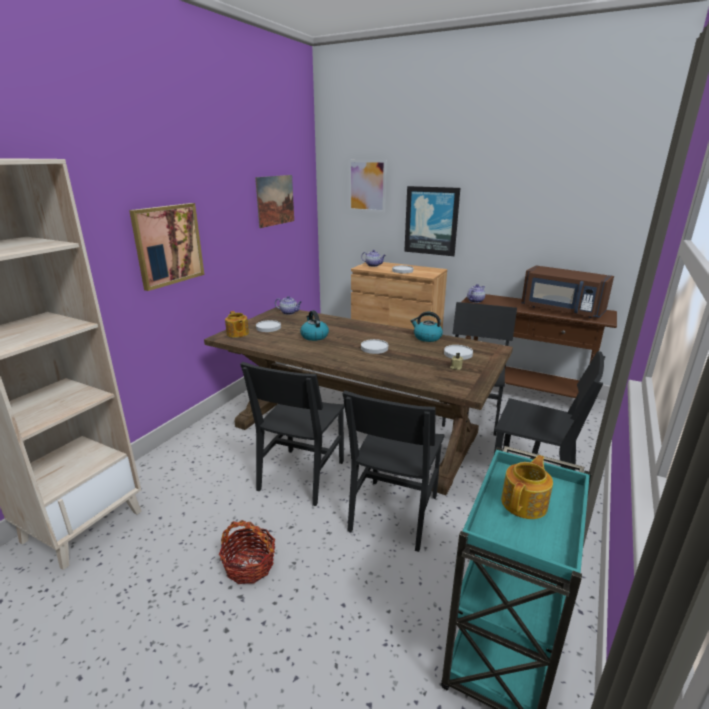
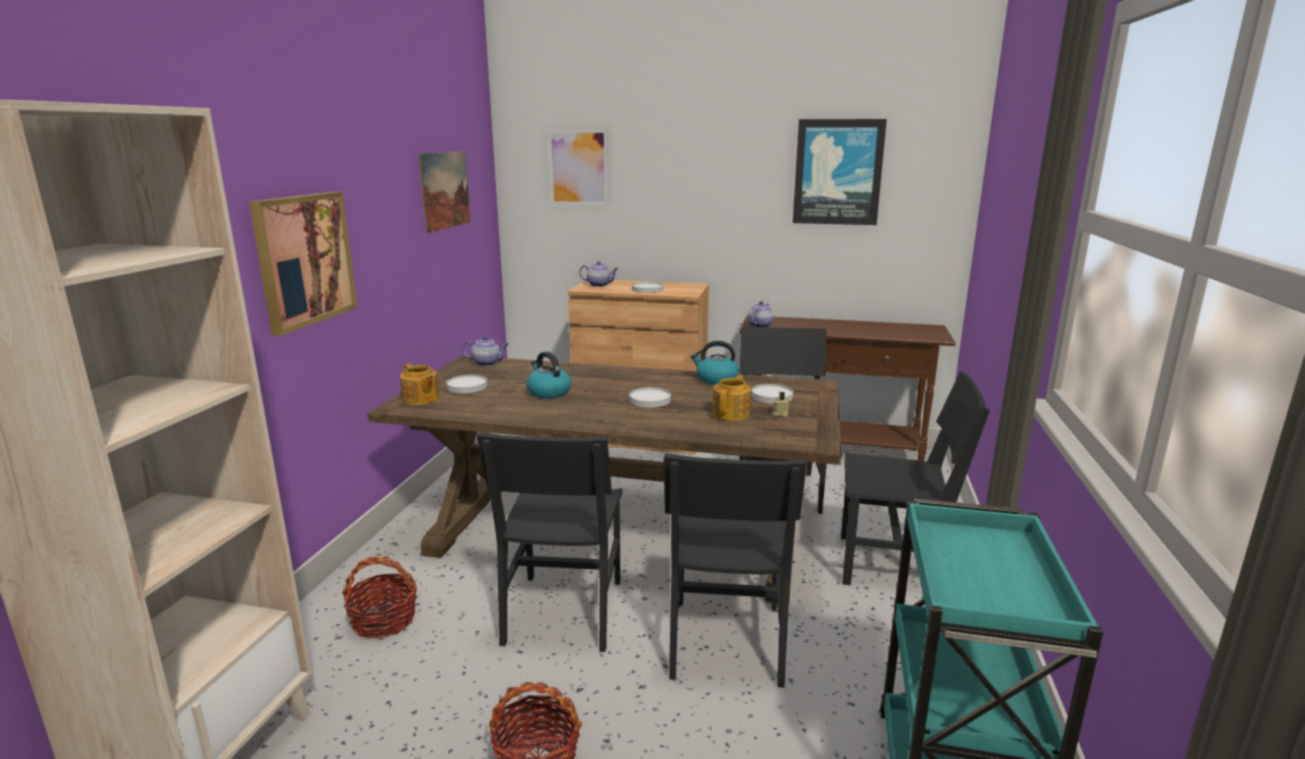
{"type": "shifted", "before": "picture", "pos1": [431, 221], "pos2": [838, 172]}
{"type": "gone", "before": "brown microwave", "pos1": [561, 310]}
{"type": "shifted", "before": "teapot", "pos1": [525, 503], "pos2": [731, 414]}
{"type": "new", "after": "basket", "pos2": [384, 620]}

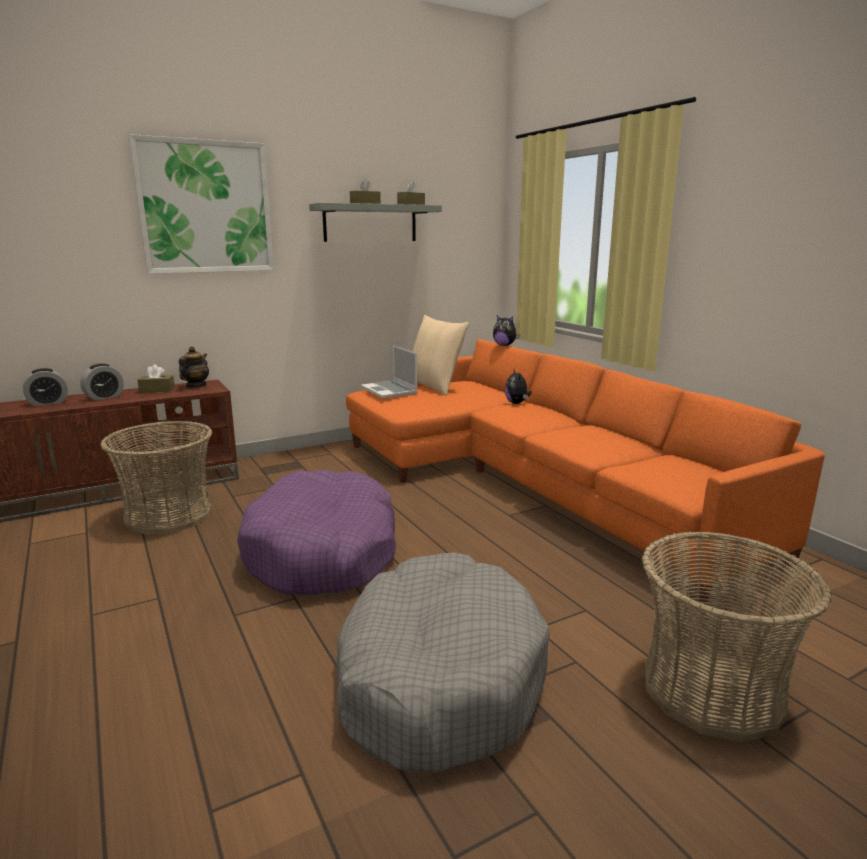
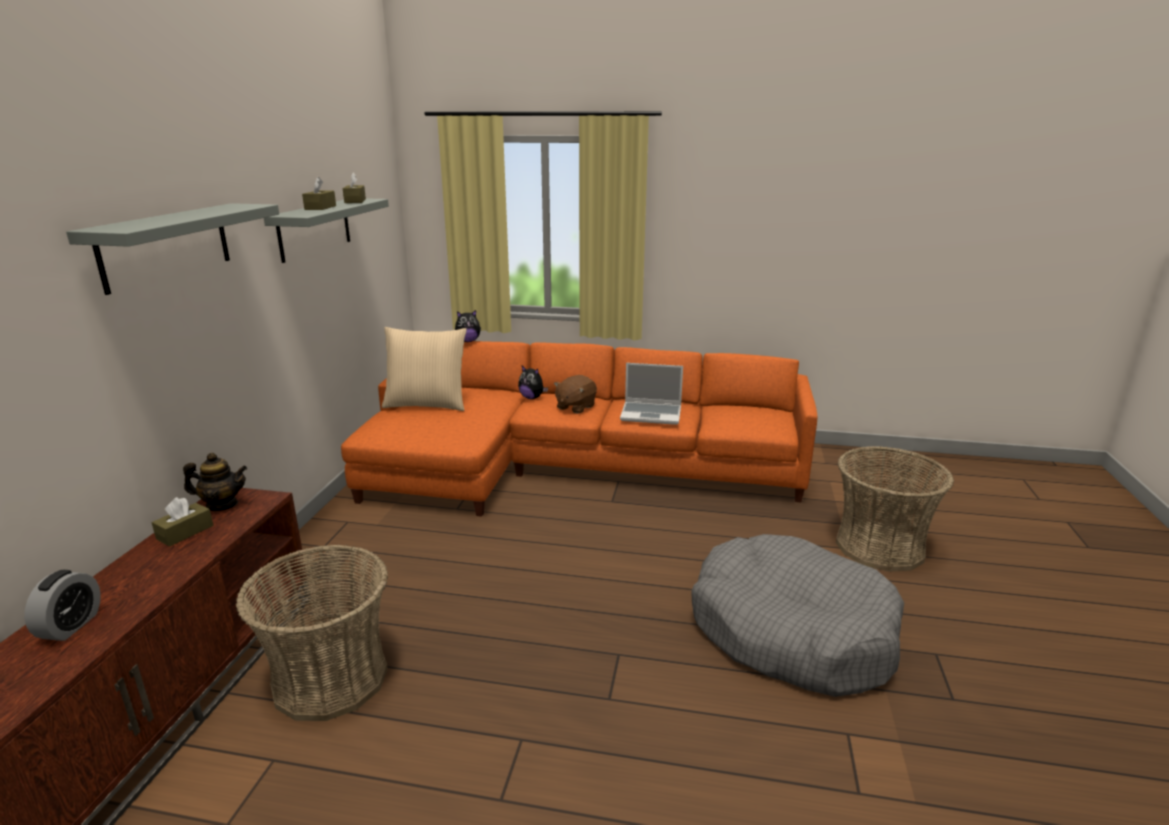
{"type": "swapped", "before": "picture", "after": "grey shelf", "pos1": [205, 207], "pos2": [166, 246]}
{"type": "shifted", "before": "laptop", "pos1": [390, 391], "pos2": [652, 414]}
{"type": "rotated", "before": "teapot", "pos1": [195, 386], "pos2": [222, 505], "turn": 120}
{"type": "gone", "before": "alarm clock", "pos1": [104, 397]}
{"type": "gone", "before": "purple dog bed", "pos1": [323, 552]}
{"type": "new", "after": "brown plush toy", "pos2": [575, 407]}

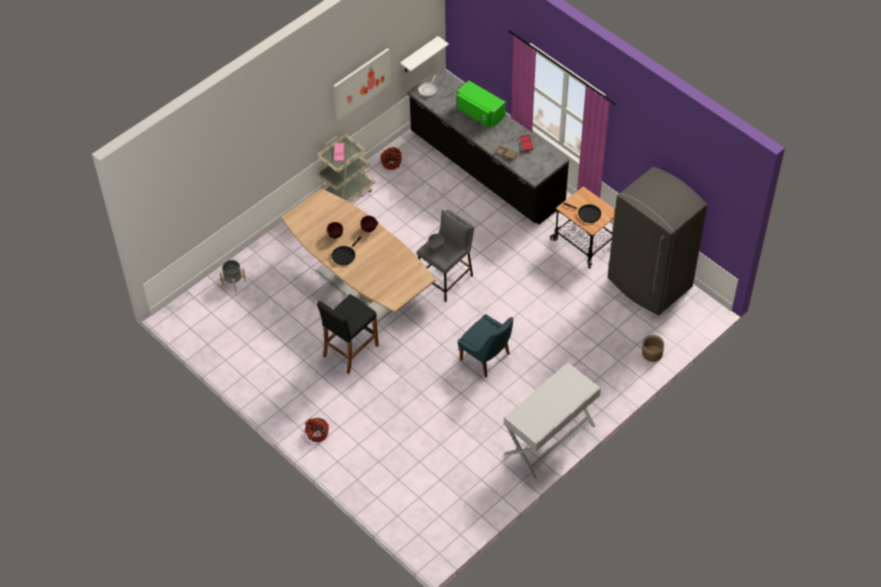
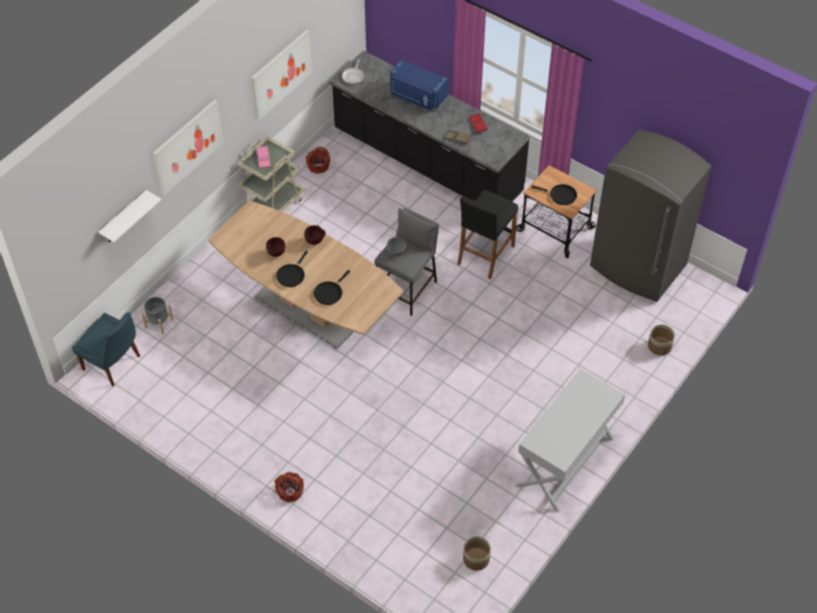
{"type": "shifted", "before": "white shelf", "pos1": [419, 55], "pos2": [124, 218]}
{"type": "repainted", "before": "green microwave", "after": "blue microwave", "pos1": [479, 113], "pos2": [417, 96]}
{"type": "shifted", "before": "black stool", "pos1": [350, 351], "pos2": [485, 255]}
{"type": "shifted", "before": "blue chair", "pos1": [486, 358], "pos2": [113, 364]}
{"type": "new", "after": "picture", "pos2": [187, 146]}
{"type": "new", "after": "black frying pan", "pos2": [329, 293]}
{"type": "new", "after": "planter", "pos2": [476, 559]}

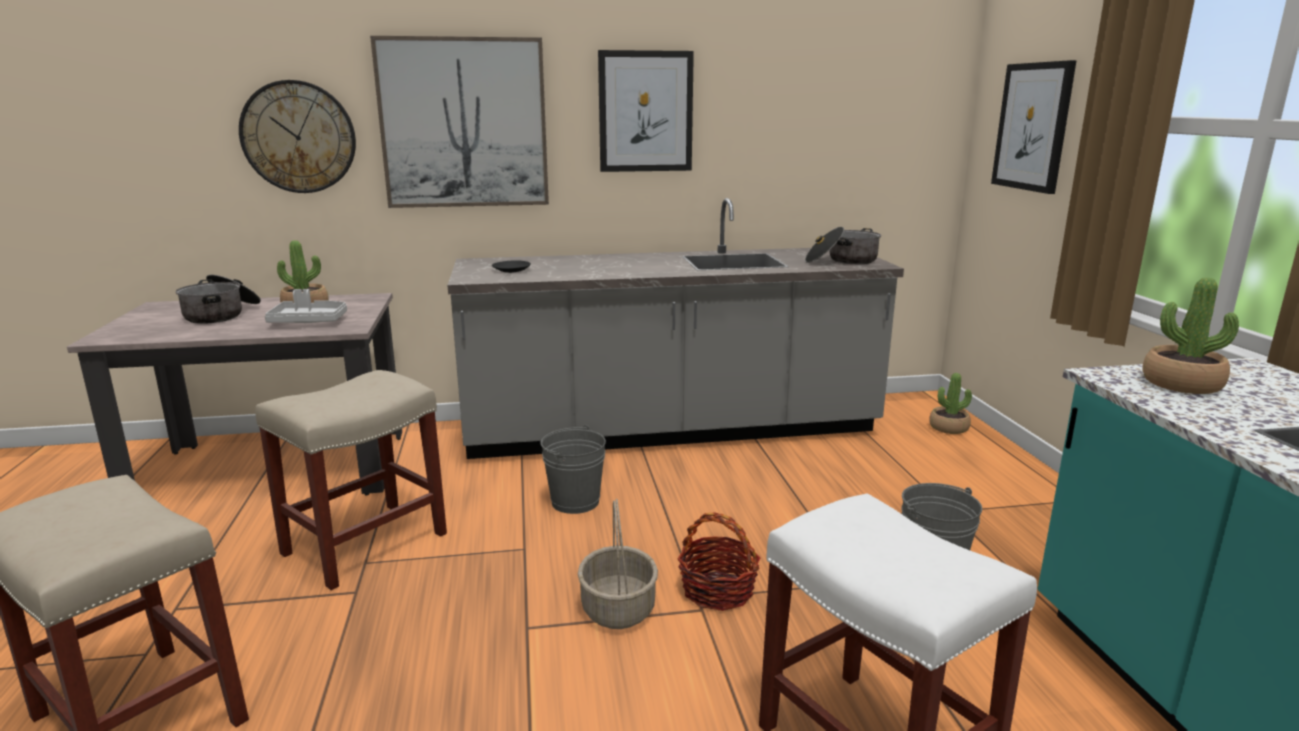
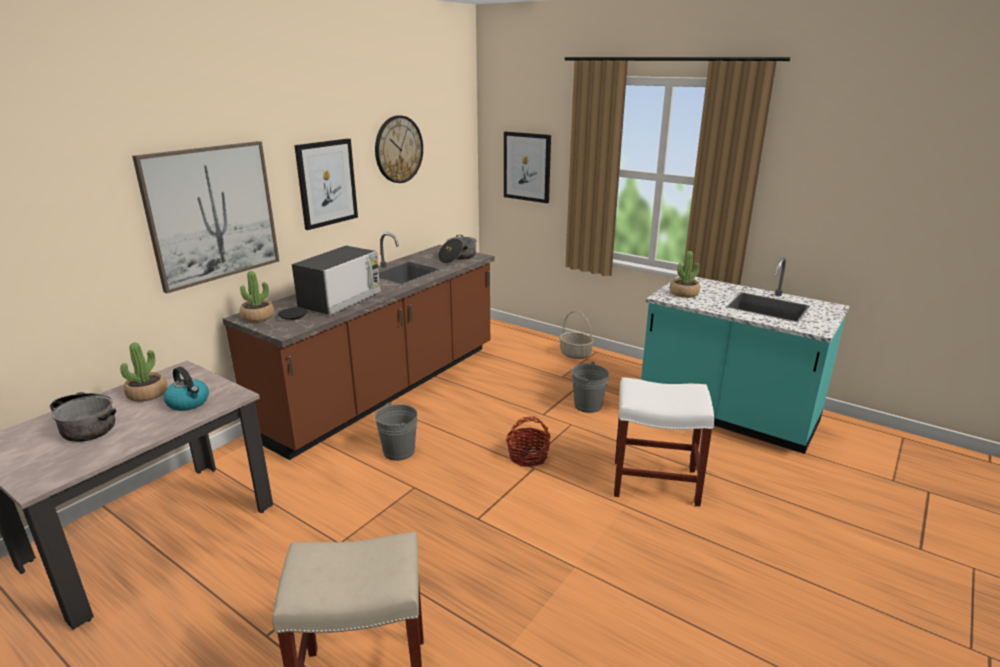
{"type": "shifted", "before": "wall clock", "pos1": [298, 137], "pos2": [398, 149]}
{"type": "repainted", "before": "grey counter", "after": "brown counter", "pos1": [671, 431], "pos2": [385, 389]}
{"type": "swapped", "before": "grey tray", "after": "kettle", "pos1": [309, 321], "pos2": [189, 403]}
{"type": "gone", "before": "beige stool", "pos1": [367, 542]}
{"type": "shifted", "before": "potted plant", "pos1": [948, 428], "pos2": [258, 317]}
{"type": "shifted", "before": "basket", "pos1": [619, 609], "pos2": [576, 354]}
{"type": "new", "after": "microwave", "pos2": [341, 300]}

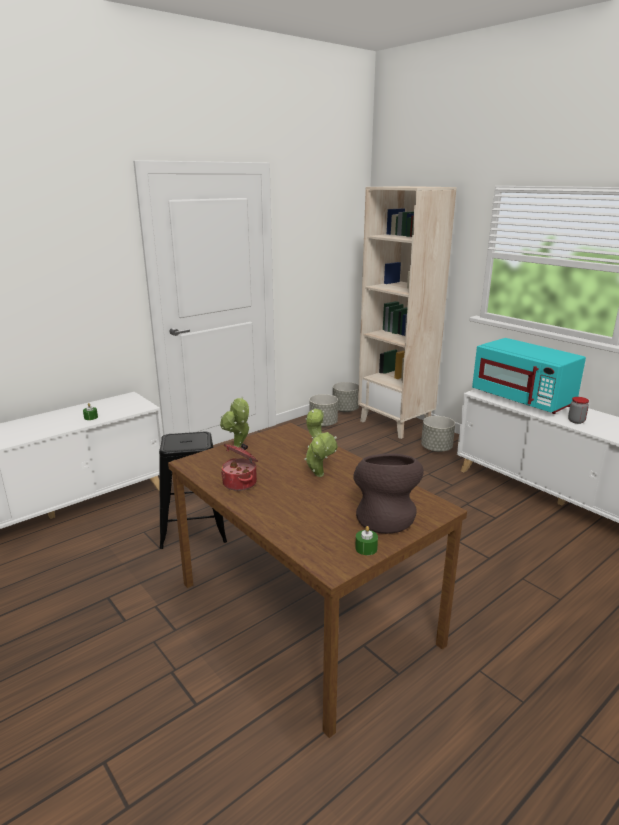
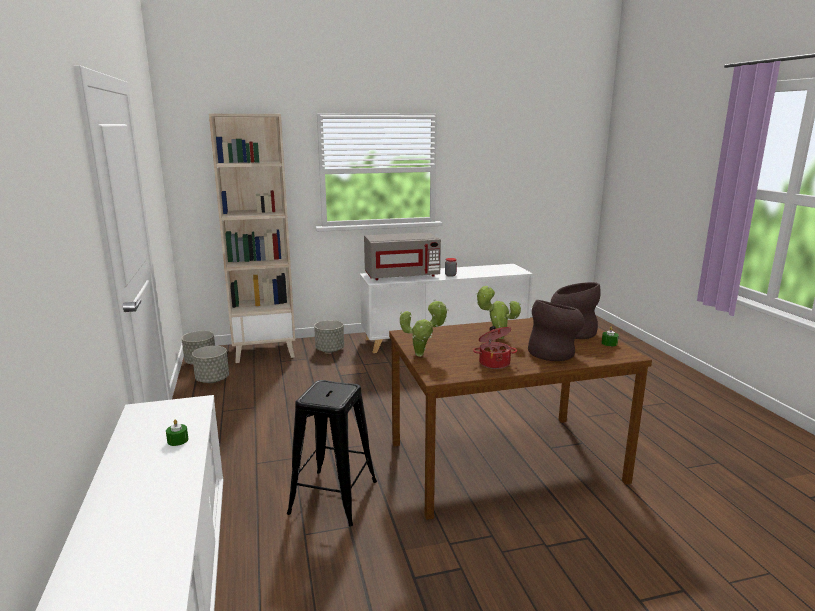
{"type": "repainted", "before": "turquoise microwave", "after": "grey microwave", "pos1": [523, 399], "pos2": [402, 276]}
{"type": "new", "after": "brown vase", "pos2": [554, 353]}

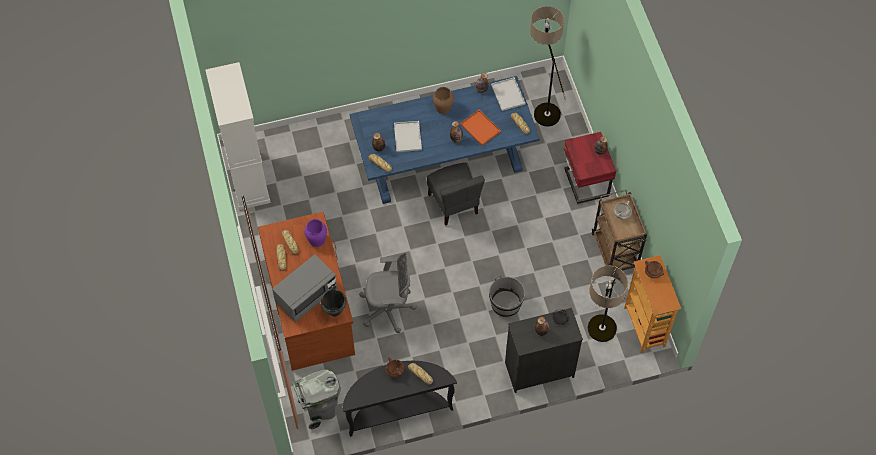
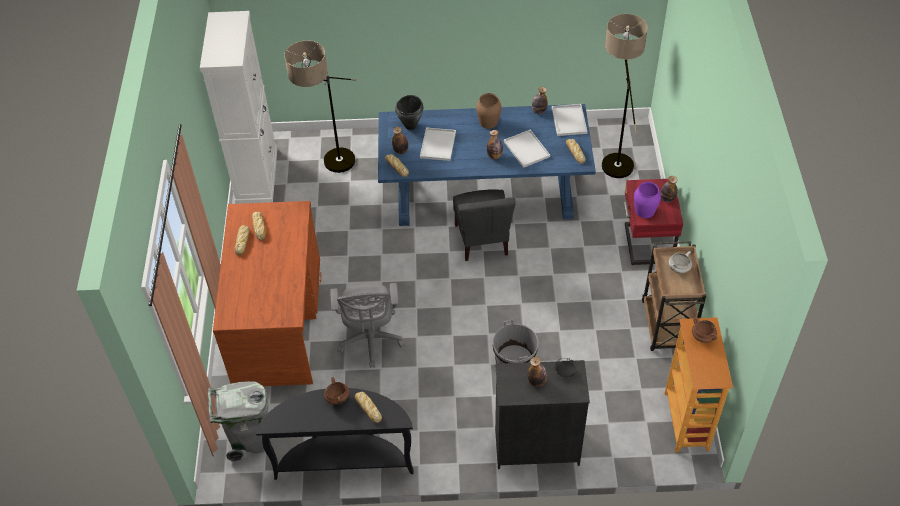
{"type": "repainted", "before": "orange tray", "after": "white tray", "pos1": [481, 128], "pos2": [527, 149]}
{"type": "shifted", "before": "purple vase", "pos1": [316, 239], "pos2": [644, 211]}
{"type": "rotated", "before": "grey office chair", "pos1": [389, 309], "pos2": [370, 340], "turn": 75}
{"type": "gone", "before": "grey microwave", "pos1": [306, 295]}
{"type": "shifted", "before": "floor lamp", "pos1": [597, 338], "pos2": [331, 168]}
{"type": "shifted", "before": "black cooking pot", "pos1": [335, 311], "pos2": [410, 126]}

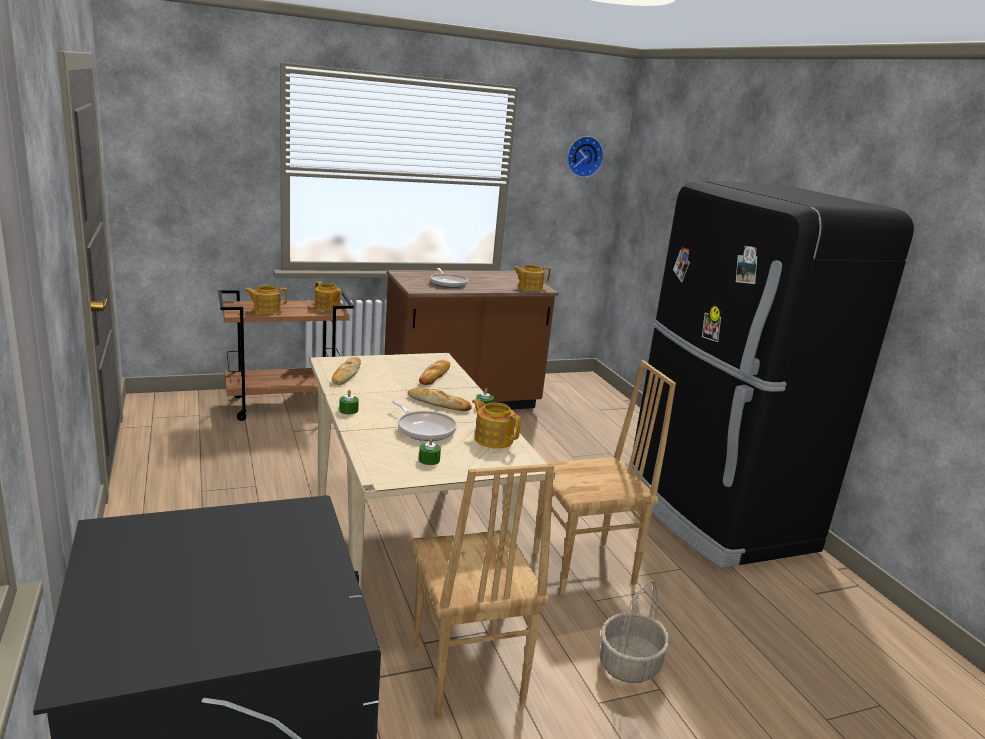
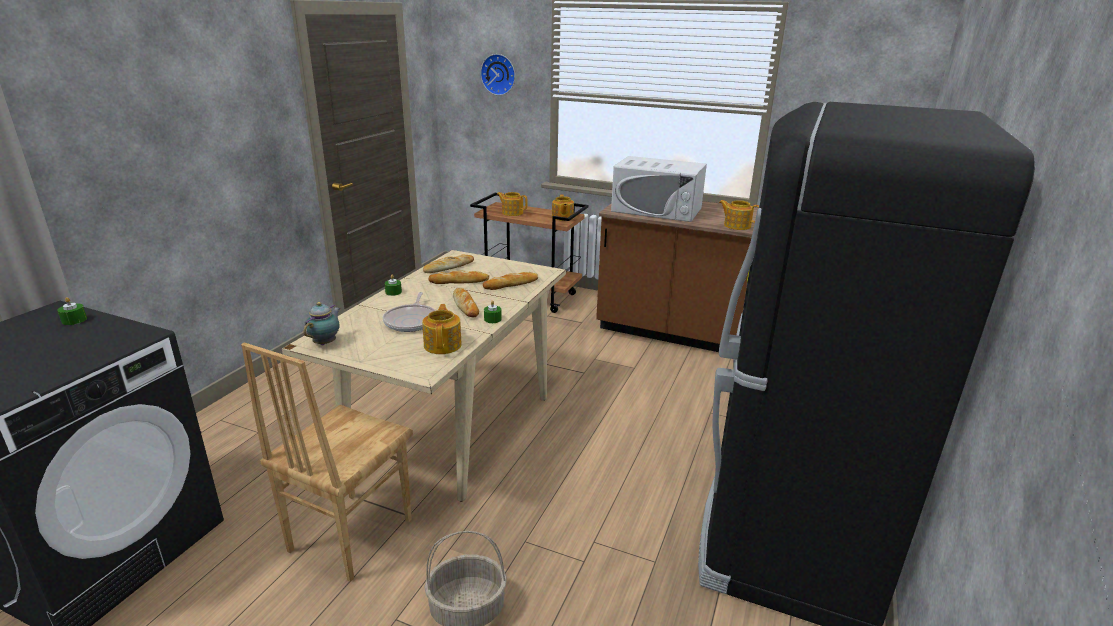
{"type": "shifted", "before": "wall clock", "pos1": [583, 156], "pos2": [499, 74]}
{"type": "swapped", "before": "frying pan", "after": "white microwave", "pos1": [448, 283], "pos2": [657, 209]}
{"type": "gone", "before": "brown chair", "pos1": [585, 568]}
{"type": "shifted", "before": "green candle", "pos1": [429, 460], "pos2": [74, 320]}
{"type": "new", "after": "bread", "pos2": [459, 281]}
{"type": "new", "after": "teapot", "pos2": [326, 342]}

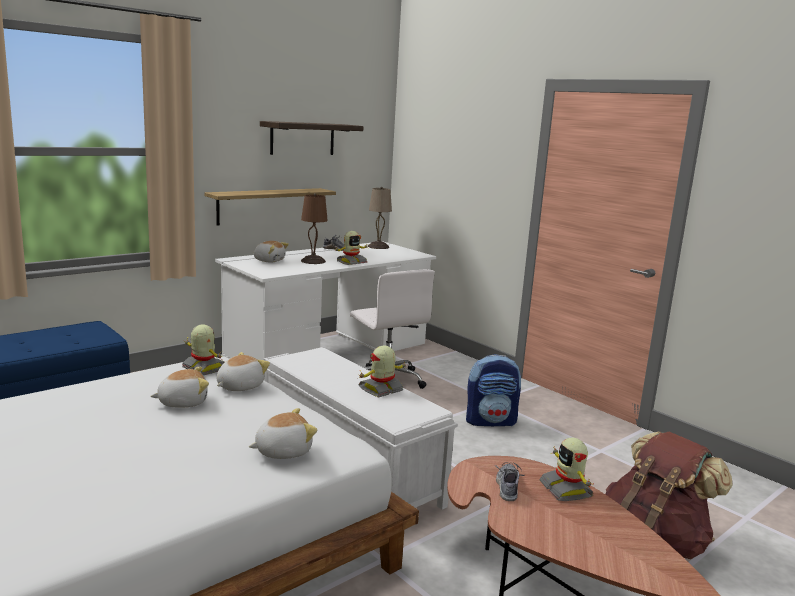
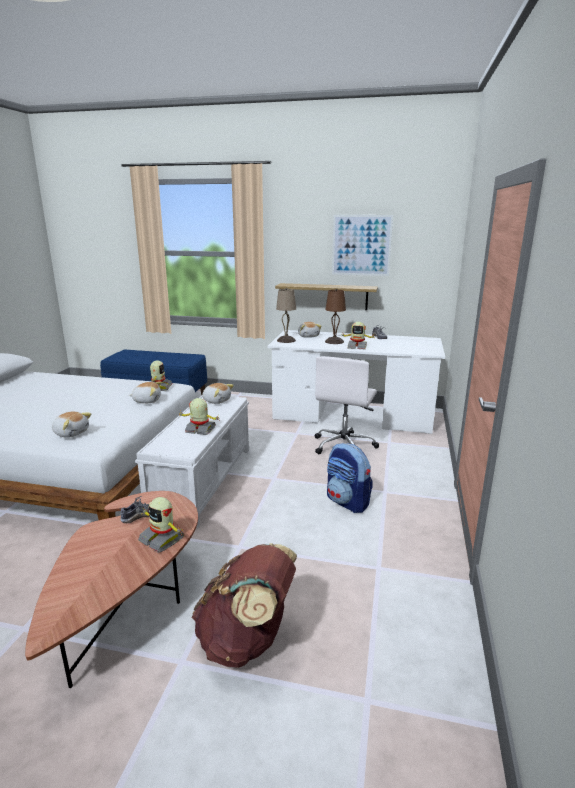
{"type": "swapped", "before": "shelf", "after": "picture", "pos1": [302, 138], "pos2": [361, 245]}
{"type": "shifted", "before": "beige table lamp", "pos1": [379, 246], "pos2": [286, 340]}
{"type": "shifted", "before": "plush toy", "pos1": [182, 402], "pos2": [217, 400]}
{"type": "rotated", "before": "toy robot", "pos1": [566, 489], "pos2": [162, 539], "turn": -90}

